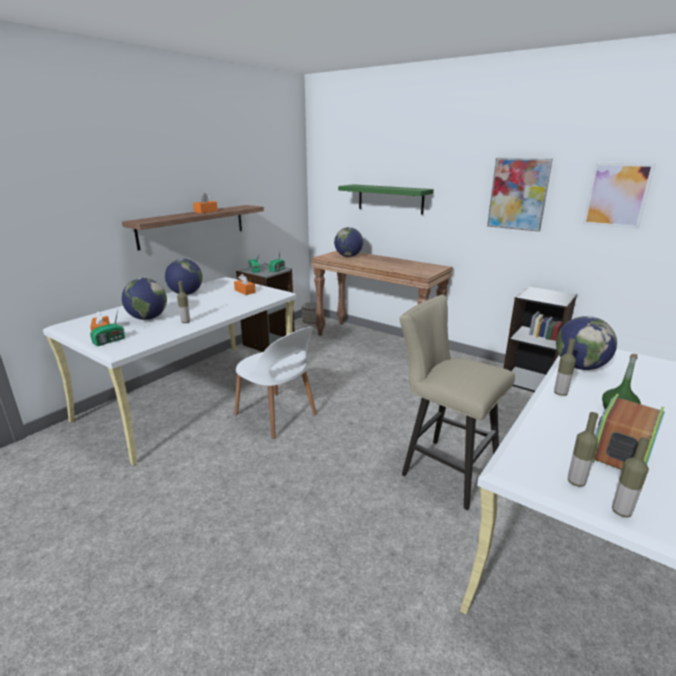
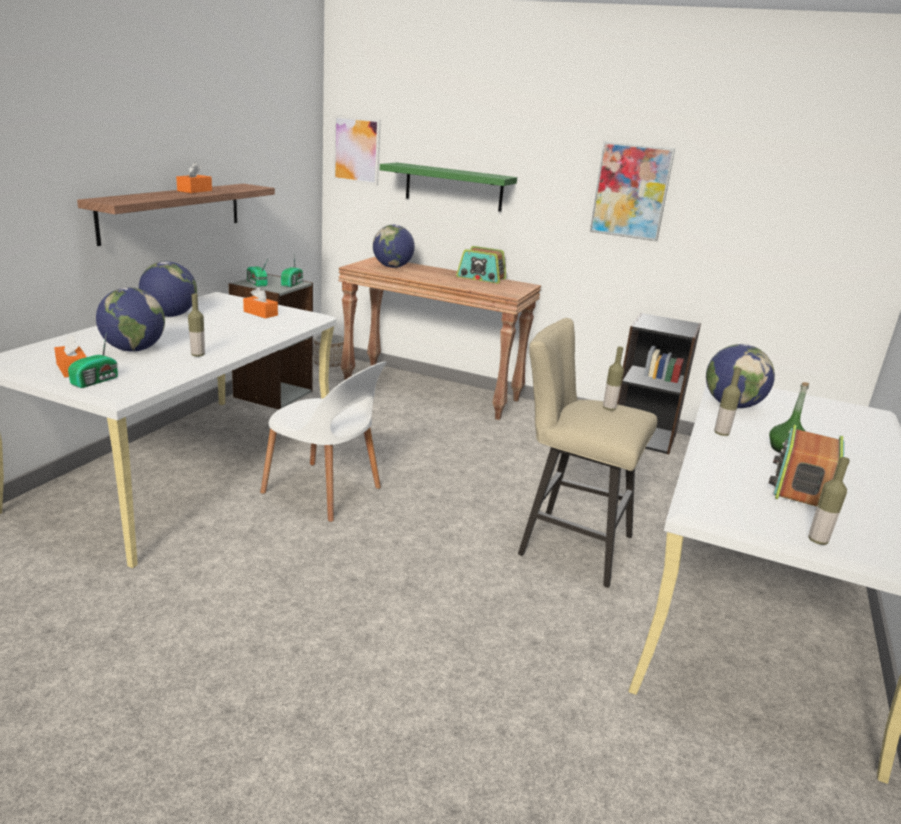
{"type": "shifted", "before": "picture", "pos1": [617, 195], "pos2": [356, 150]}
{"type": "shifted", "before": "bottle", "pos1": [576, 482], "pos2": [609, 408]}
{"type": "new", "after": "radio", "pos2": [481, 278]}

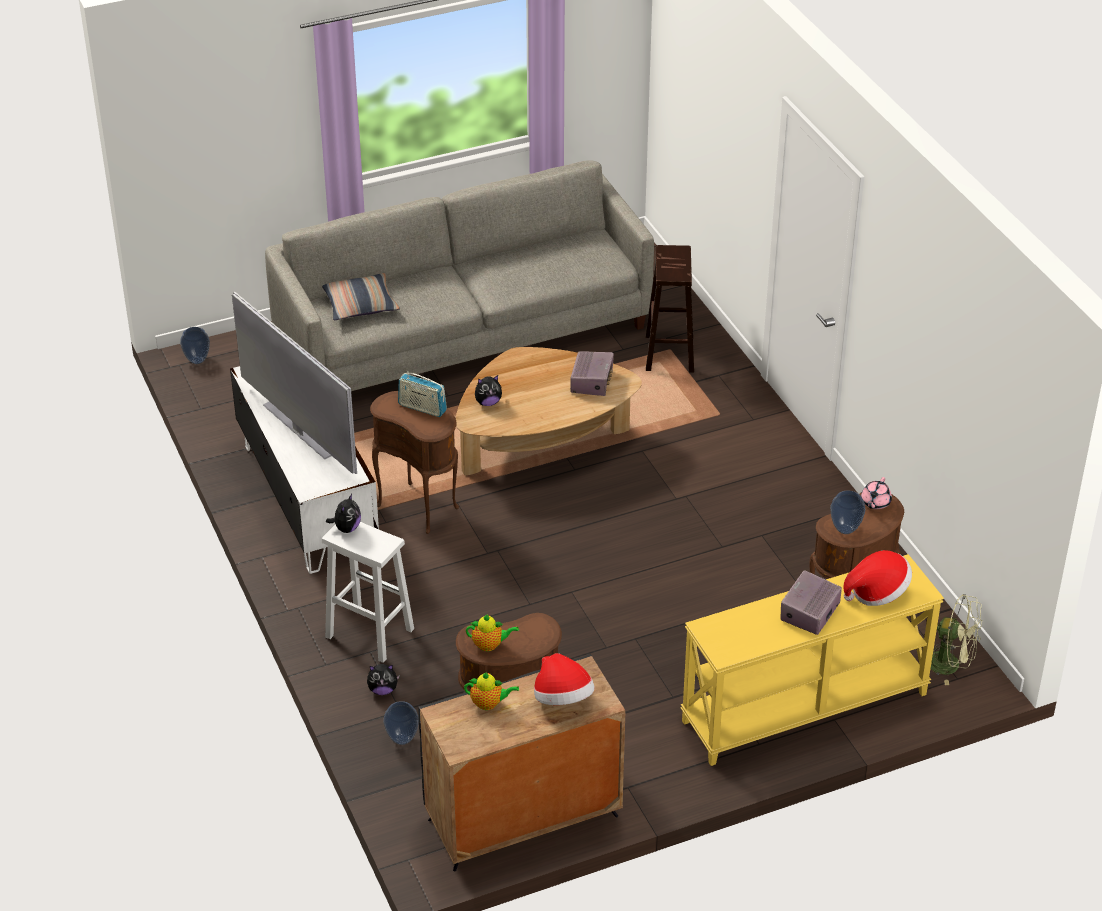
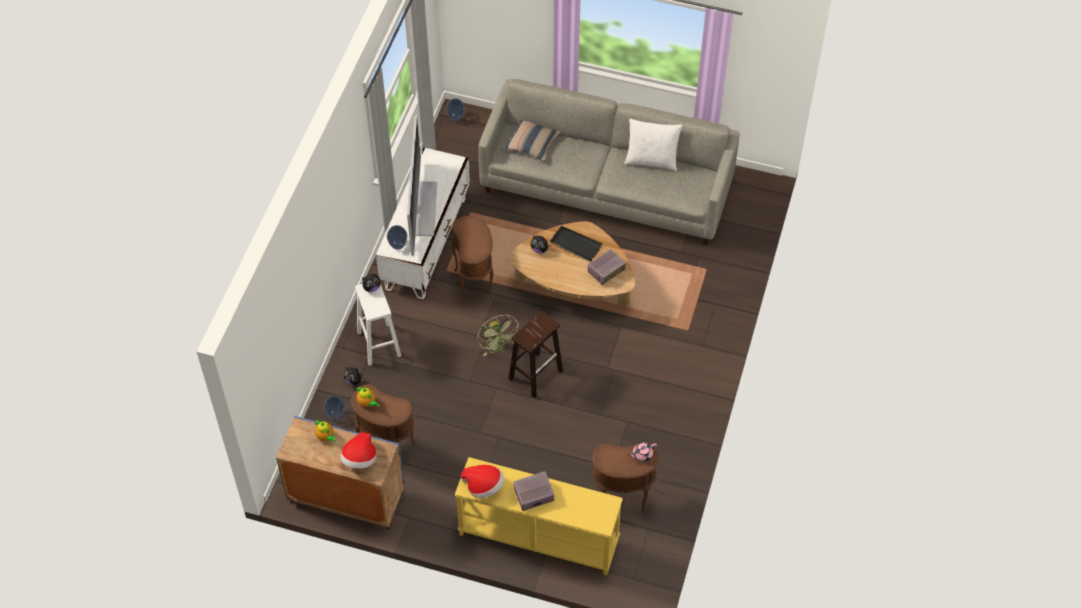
{"type": "shifted", "before": "brown stool", "pos1": [669, 352], "pos2": [536, 374]}
{"type": "gone", "before": "radio", "pos1": [422, 408]}
{"type": "shifted", "before": "vase", "pos1": [846, 529], "pos2": [398, 246]}
{"type": "shifted", "before": "hat", "pos1": [877, 592], "pos2": [484, 486]}
{"type": "shifted", "before": "green fan", "pos1": [951, 665], "pos2": [498, 347]}
{"type": "repainted", "before": "black cabinet", "after": "blue cabinet", "pos1": [522, 818], "pos2": [346, 497]}
{"type": "new", "after": "white pillow", "pos2": [651, 160]}
{"type": "new", "after": "black tray", "pos2": [575, 245]}

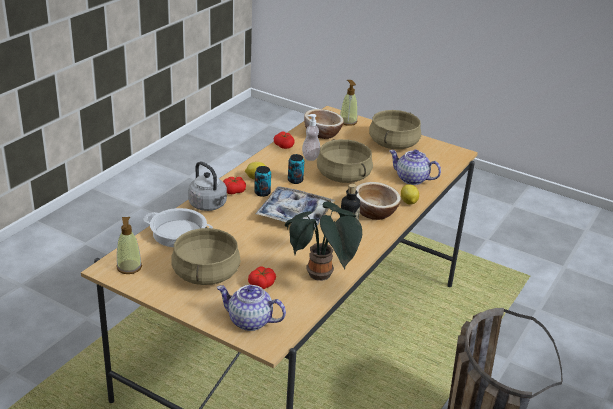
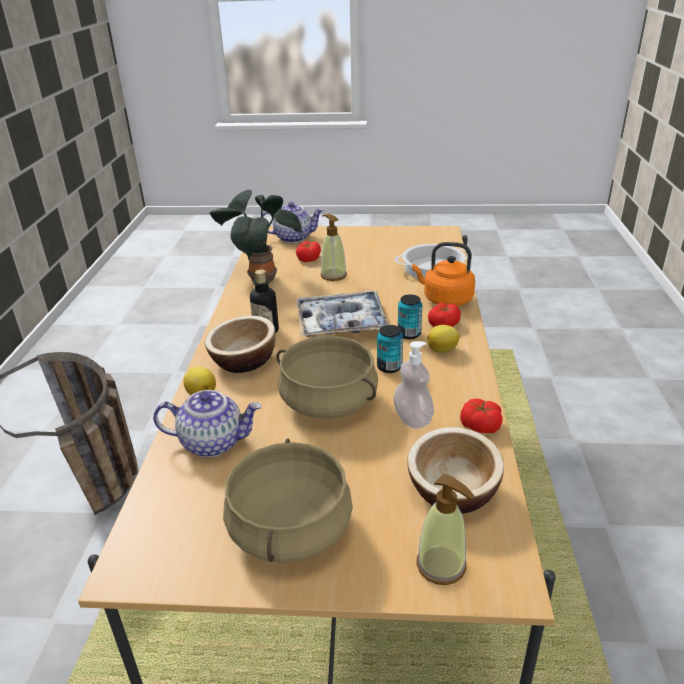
{"type": "repainted", "before": "grey kettle", "after": "orange kettle", "pos1": [209, 205], "pos2": [445, 299]}
{"type": "shifted", "before": "soap dispenser", "pos1": [129, 267], "pos2": [333, 275]}
{"type": "gone", "before": "beige cooking pot", "pos1": [205, 274]}

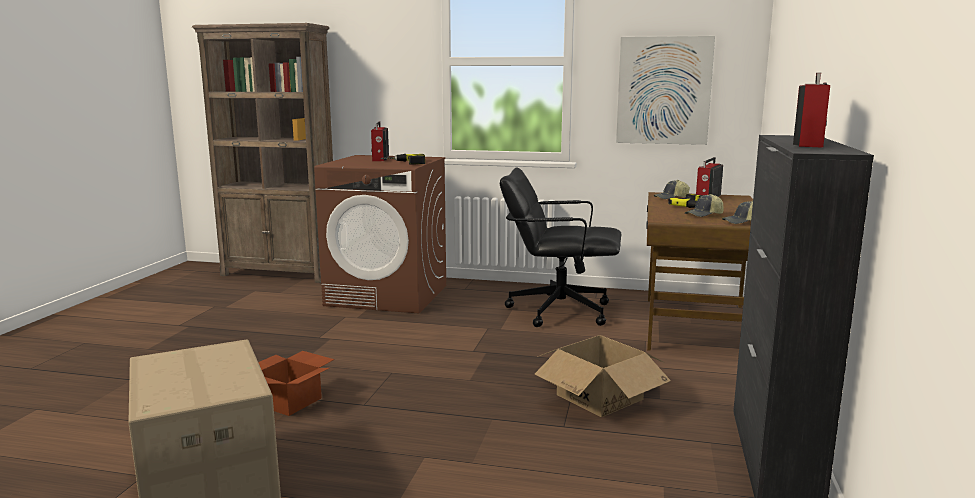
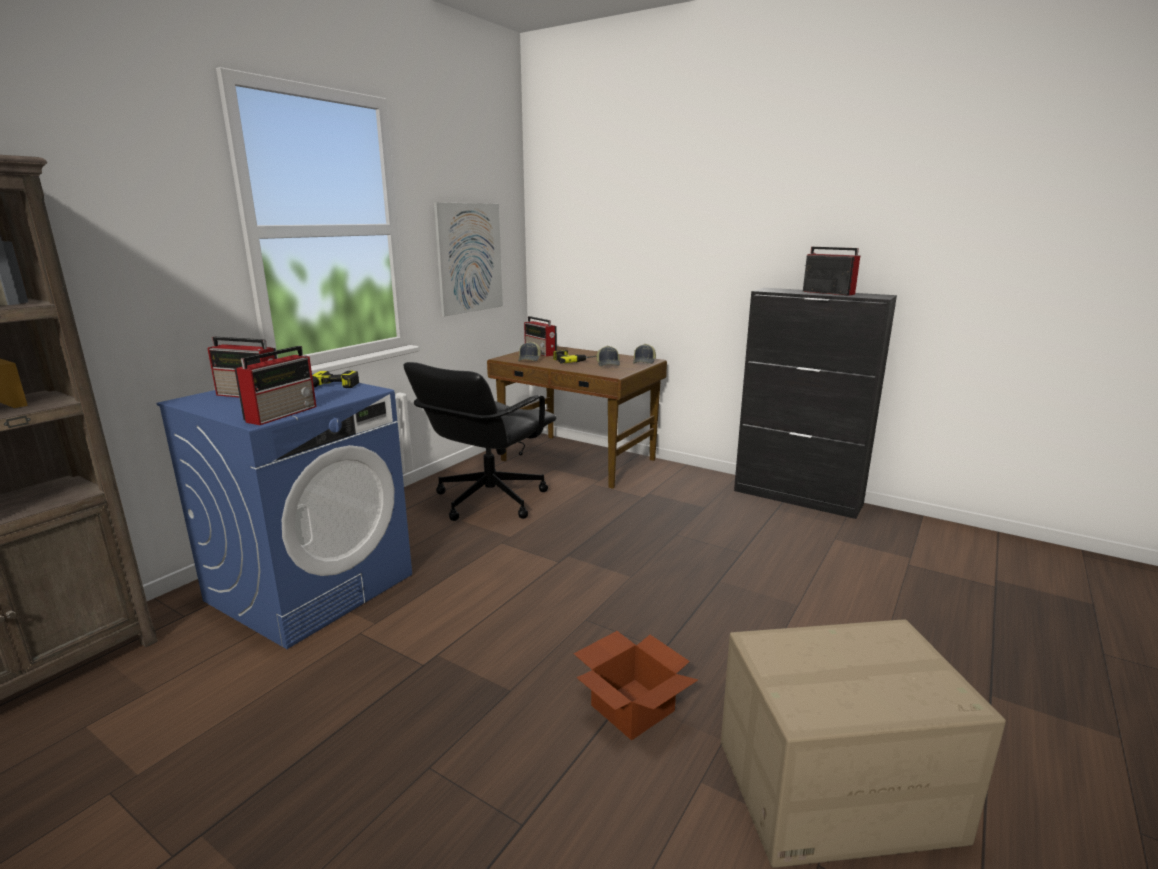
{"type": "repainted", "before": "brown washing machine", "after": "blue washing machine", "pos1": [388, 295], "pos2": [312, 587]}
{"type": "gone", "before": "cardboard box", "pos1": [600, 397]}
{"type": "new", "after": "radio", "pos2": [283, 413]}

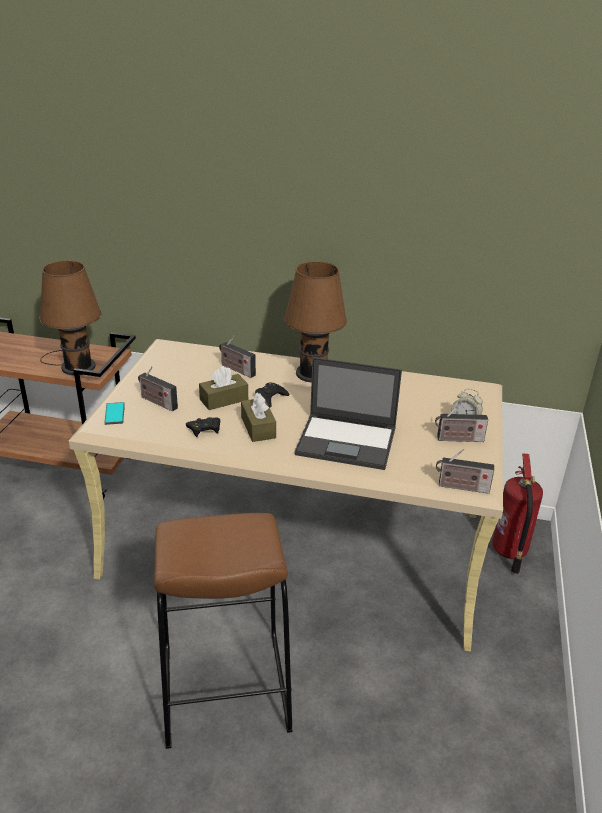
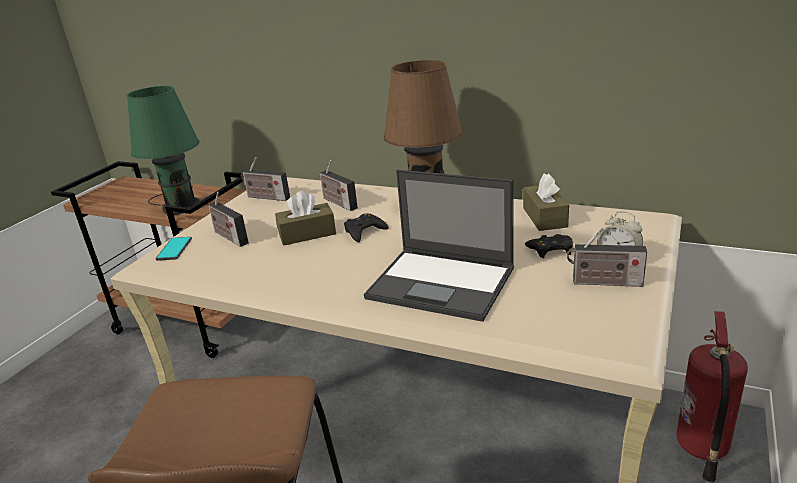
{"type": "repainted", "before": "brown table lamp", "after": "green table lamp", "pos1": [76, 365], "pos2": [180, 205]}
{"type": "shifted", "before": "brown tissue box", "pos1": [258, 427], "pos2": [544, 217]}
{"type": "shifted", "before": "black game controller", "pos1": [204, 429], "pos2": [551, 250]}
{"type": "shifted", "before": "radio", "pos1": [461, 487], "pos2": [266, 197]}

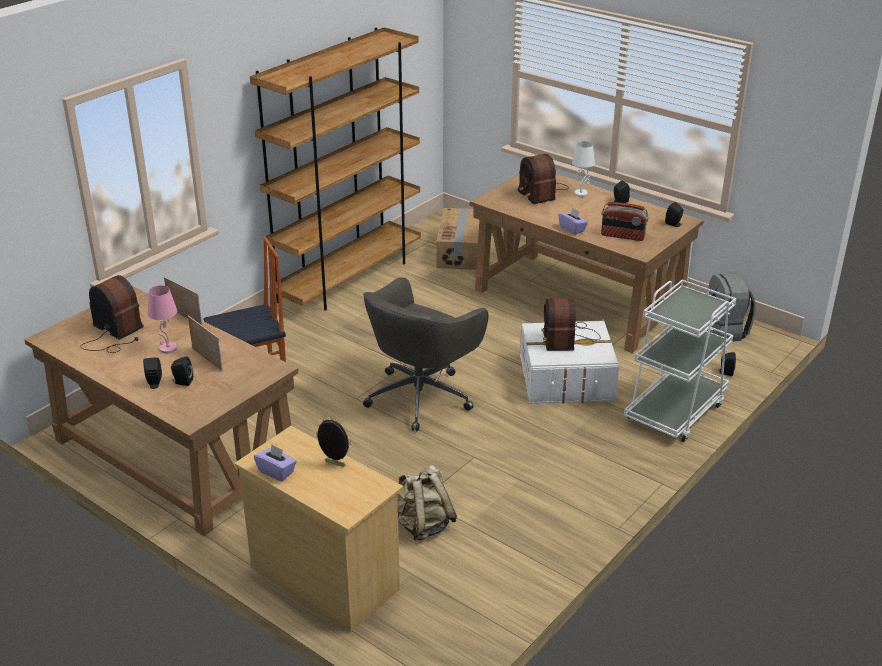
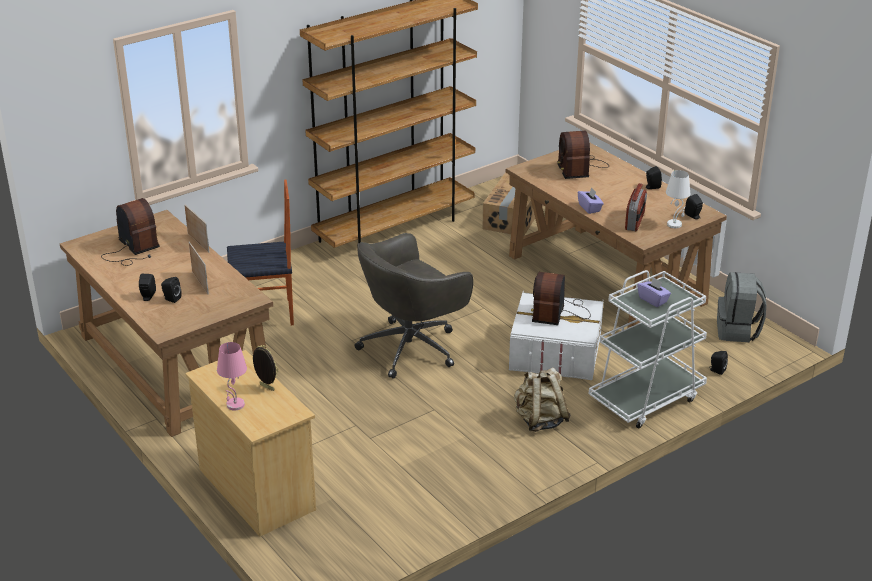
{"type": "shifted", "before": "white table lamp", "pos1": [581, 193], "pos2": [674, 224]}
{"type": "rotated", "before": "radio", "pos1": [622, 236], "pos2": [635, 221], "turn": -105}
{"type": "shifted", "before": "pink table lamp", "pos1": [168, 349], "pos2": [235, 405]}
{"type": "shifted", "before": "purple tissue box", "pos1": [276, 471], "pos2": [653, 300]}
{"type": "shifted", "before": "beige backpack", "pos1": [422, 525], "pos2": [540, 420]}

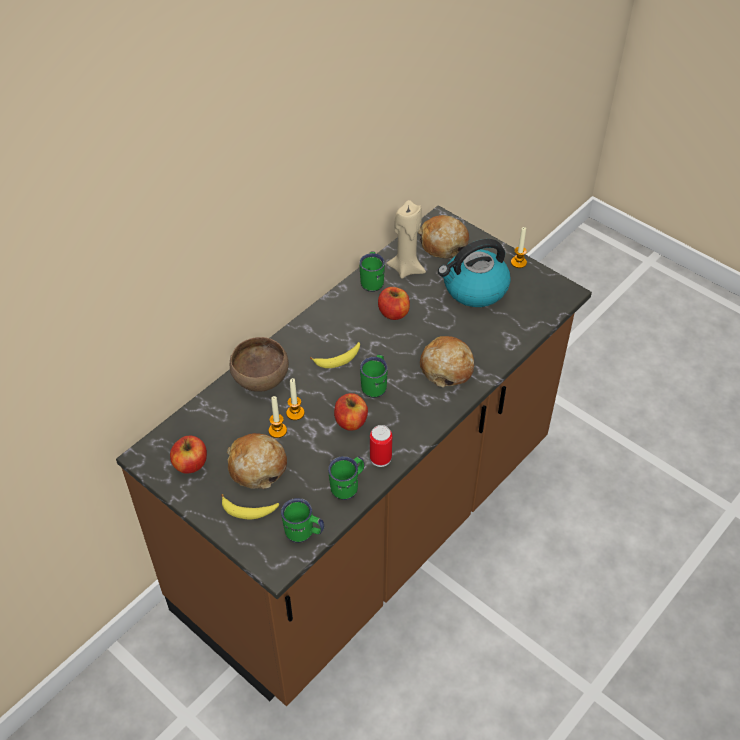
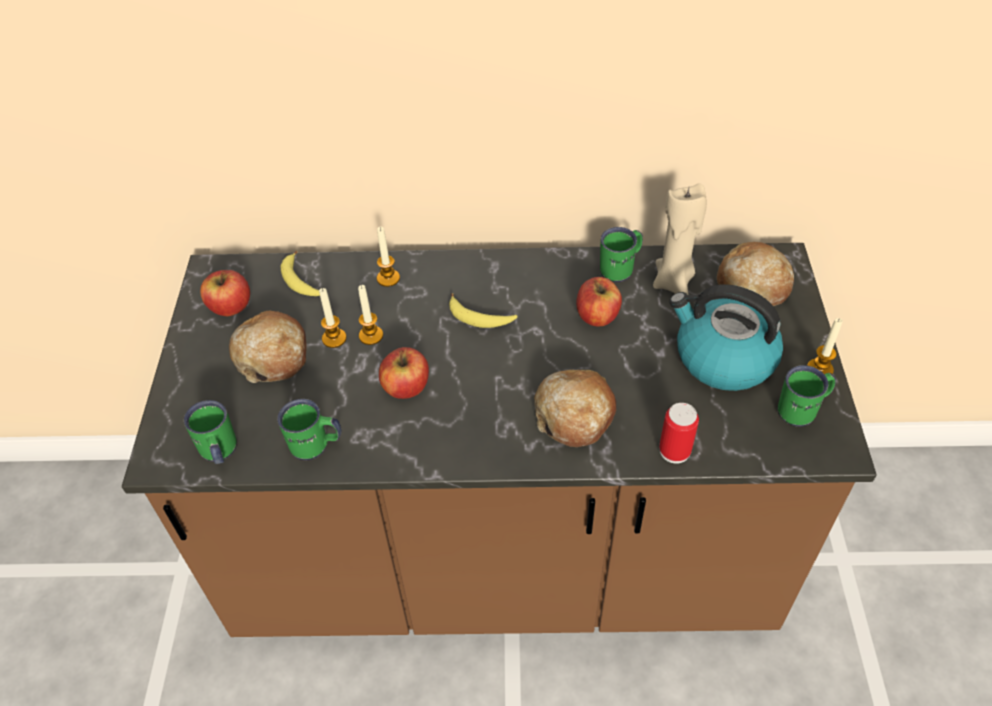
{"type": "swapped", "before": "brown bowl", "after": "candle", "pos1": [259, 378], "pos2": [388, 278]}
{"type": "shifted", "before": "green mug", "pos1": [375, 384], "pos2": [802, 410]}
{"type": "shifted", "before": "can", "pos1": [380, 458], "pos2": [674, 451]}
{"type": "shifted", "before": "banana", "pos1": [249, 510], "pos2": [301, 281]}

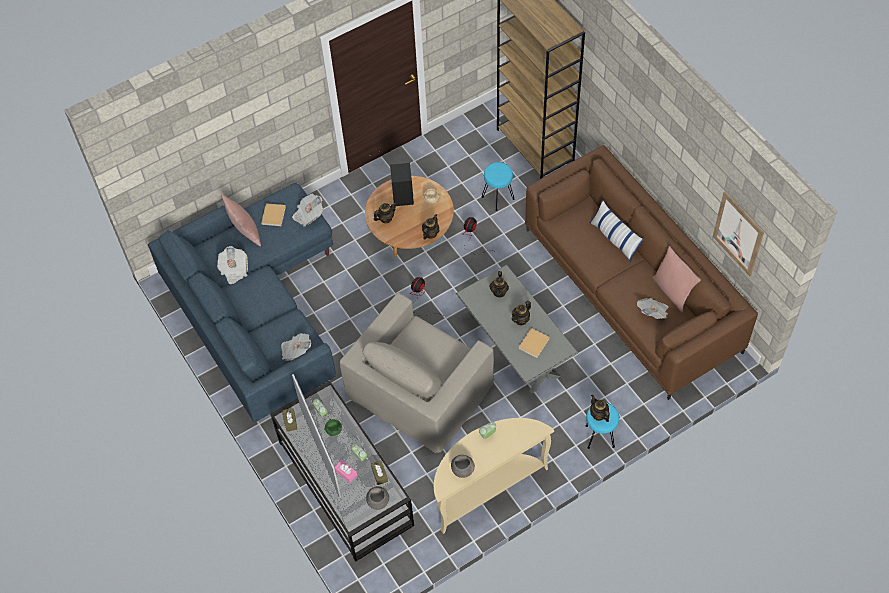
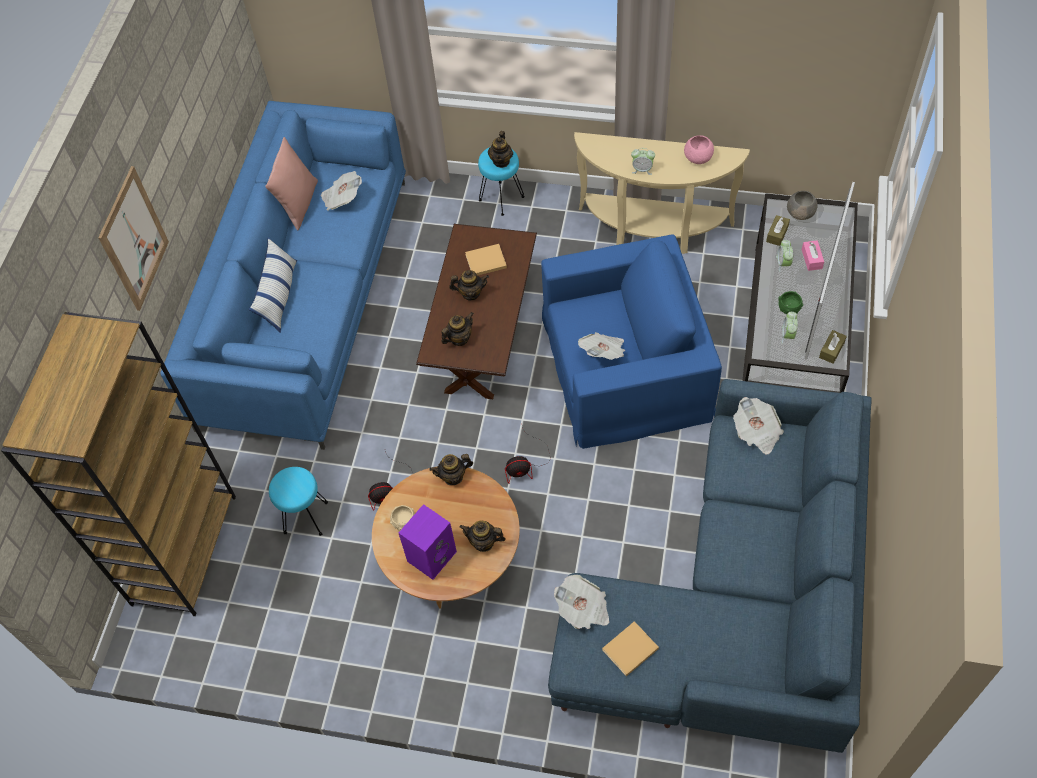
{"type": "repainted", "before": "brown sofa", "after": "blue sofa", "pos1": [631, 290], "pos2": [307, 299]}
{"type": "repainted", "before": "black speaker", "after": "purple speaker", "pos1": [403, 197], "pos2": [432, 555]}
{"type": "shifted", "before": "picture", "pos1": [738, 234], "pos2": [134, 239]}
{"type": "gone", "before": "pink pillow", "pos1": [245, 232]}
{"type": "shifted", "before": "newspaper", "pos1": [234, 270], "pos2": [603, 353]}
{"type": "repainted", "before": "grey coffee table", "after": "brown coffee table", "pos1": [515, 346], "pos2": [483, 334]}
{"type": "repainted", "before": "beige armchair", "after": "blue armchair", "pos1": [419, 388], "pos2": [626, 367]}
{"type": "repainted", "before": "grey bowl", "after": "pink bowl", "pos1": [462, 469], "pos2": [698, 158]}

